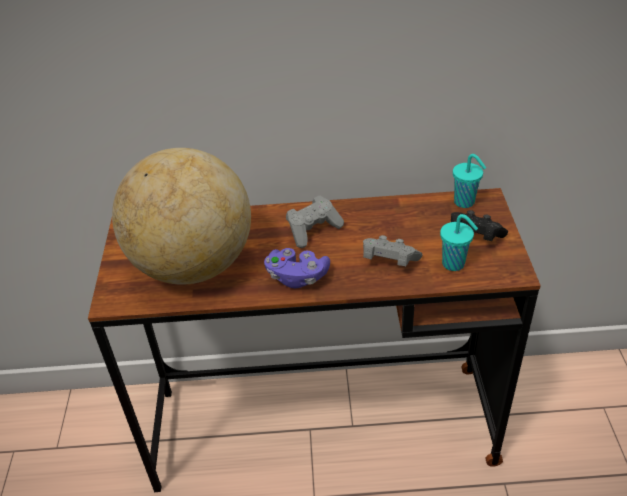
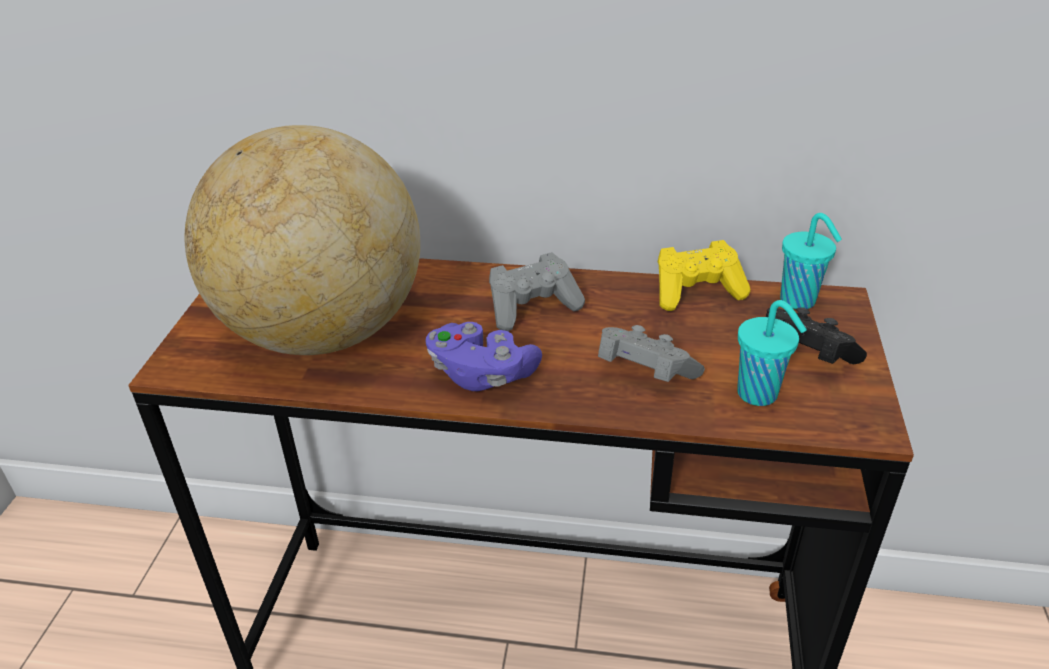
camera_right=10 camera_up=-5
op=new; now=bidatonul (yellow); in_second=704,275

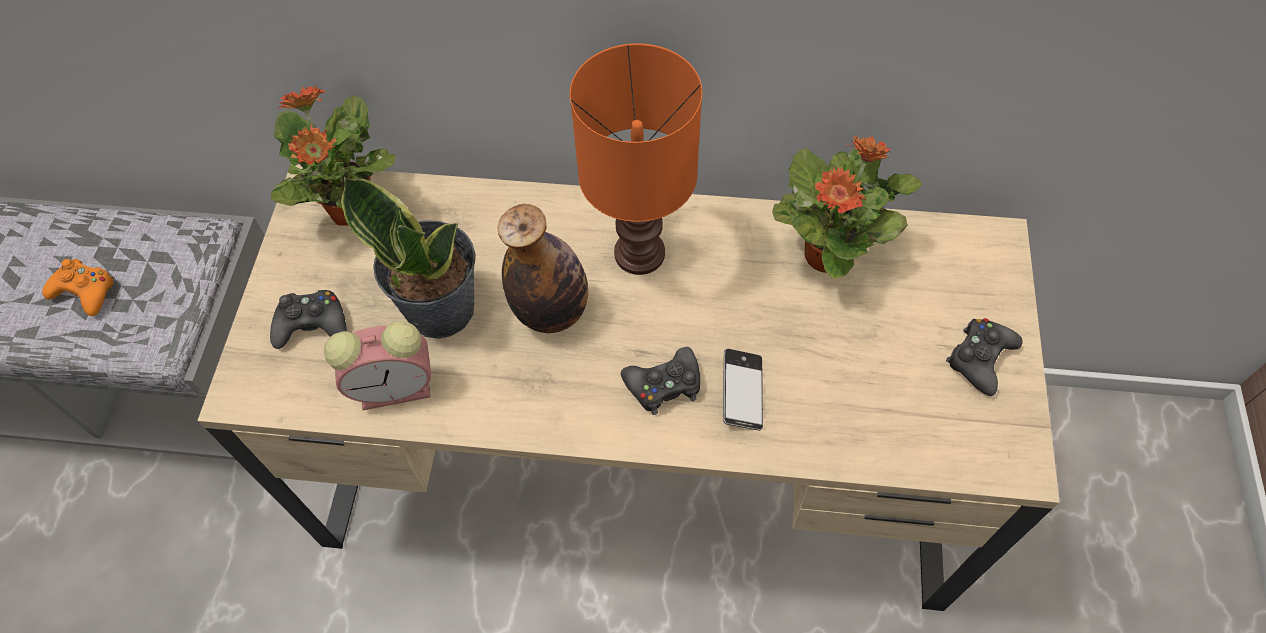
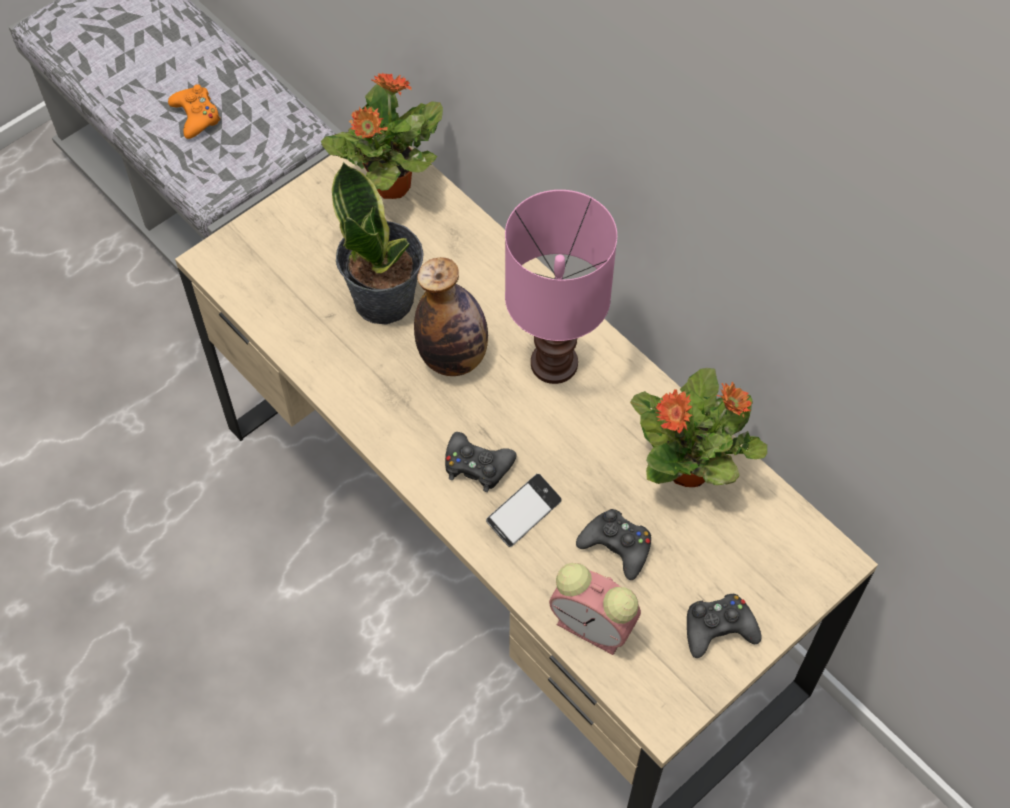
camera_right=40 camera_up=0
op=repainted; was=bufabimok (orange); now=bufabimok (pink); in_first=636,159; in_second=561,287
op=shifted; was=bidatonul (black); in_first=308,319; in_second=613,544
op=shifted; was=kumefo; in_first=377,365; in_second=595,609

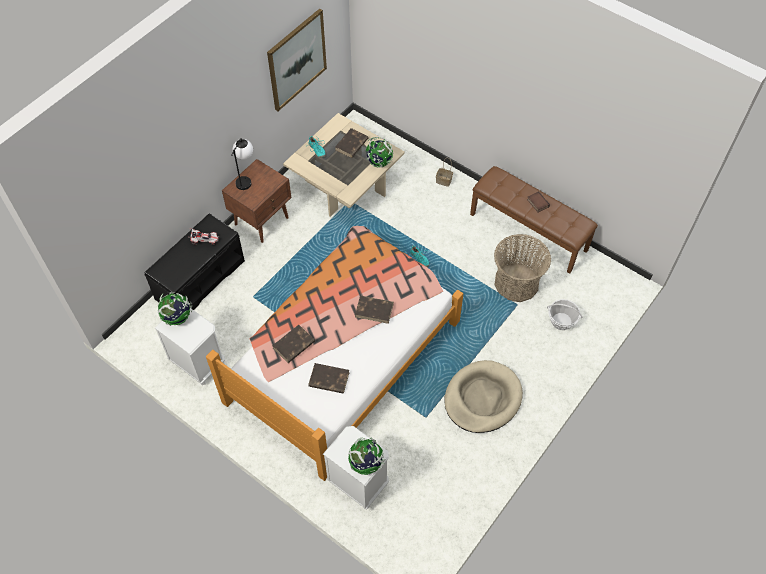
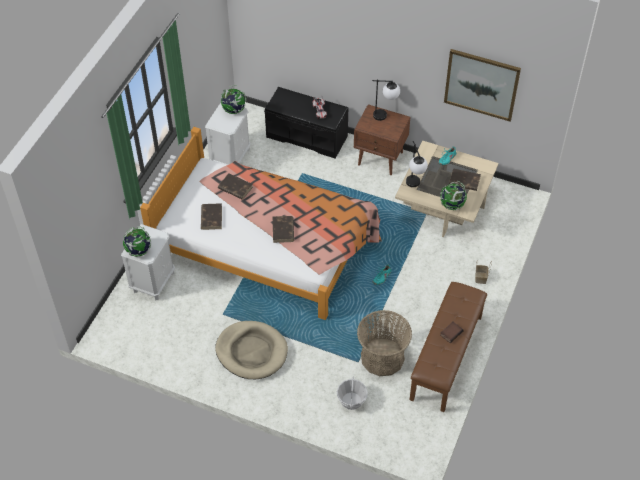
camera_right=75 camera_up=-5
op=new; now=bufabimok; in_second=417,164

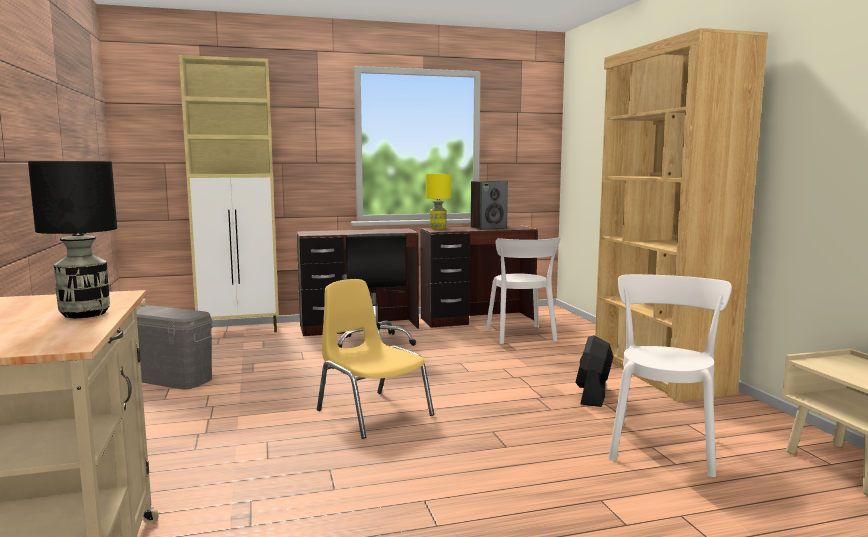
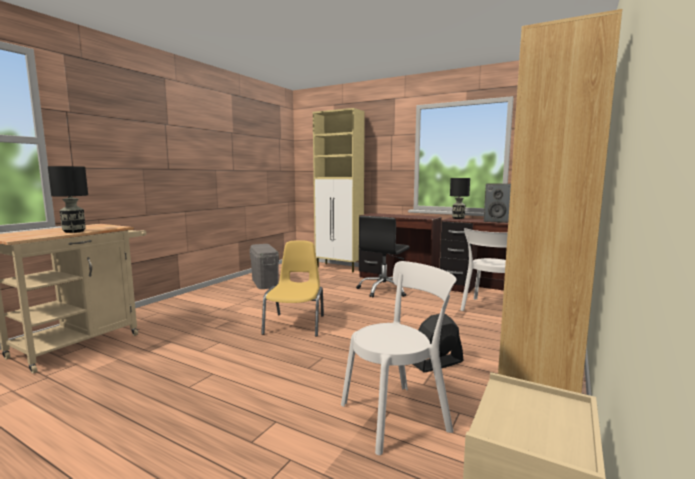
camera_right=45 camera_up=0
op=repainted; was=bufabimok (yellow); now=bufabimok (black); in_first=438,201; in_second=460,198

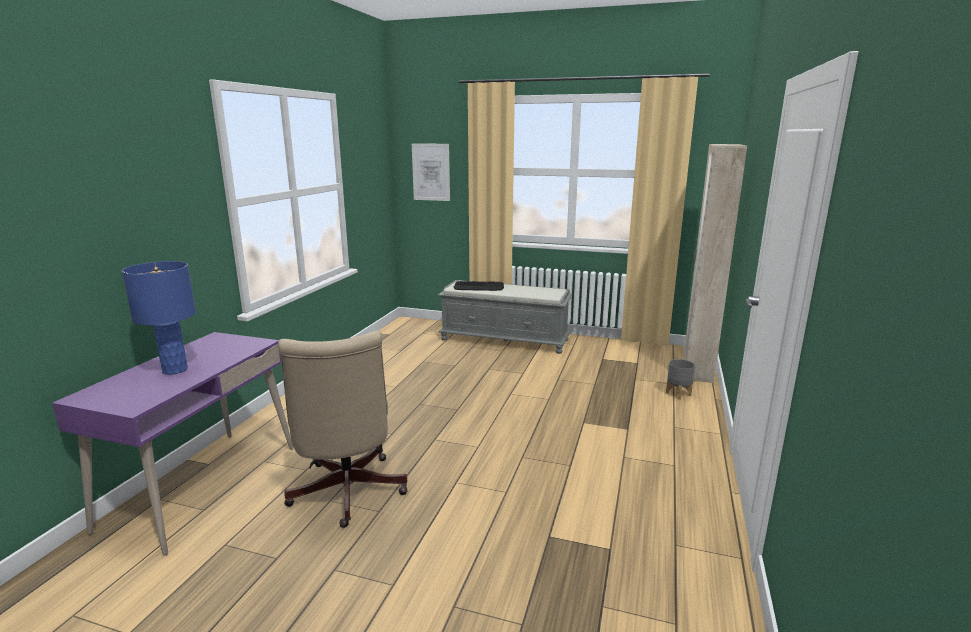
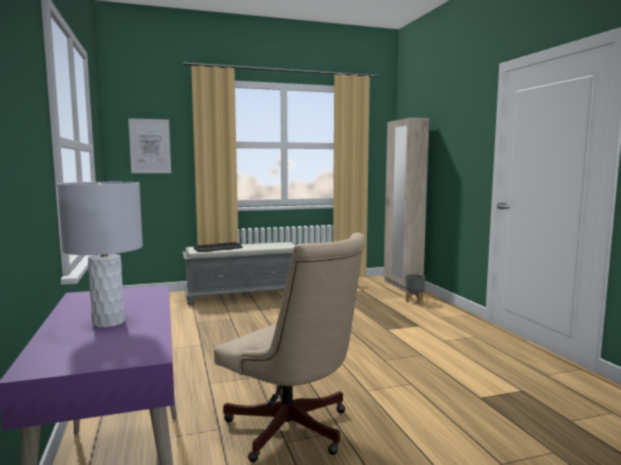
camera_right=-35 camera_up=-10
op=repainted; was=bufabimok (blue); now=bufabimok (grey); in_first=159,318; in_second=100,255

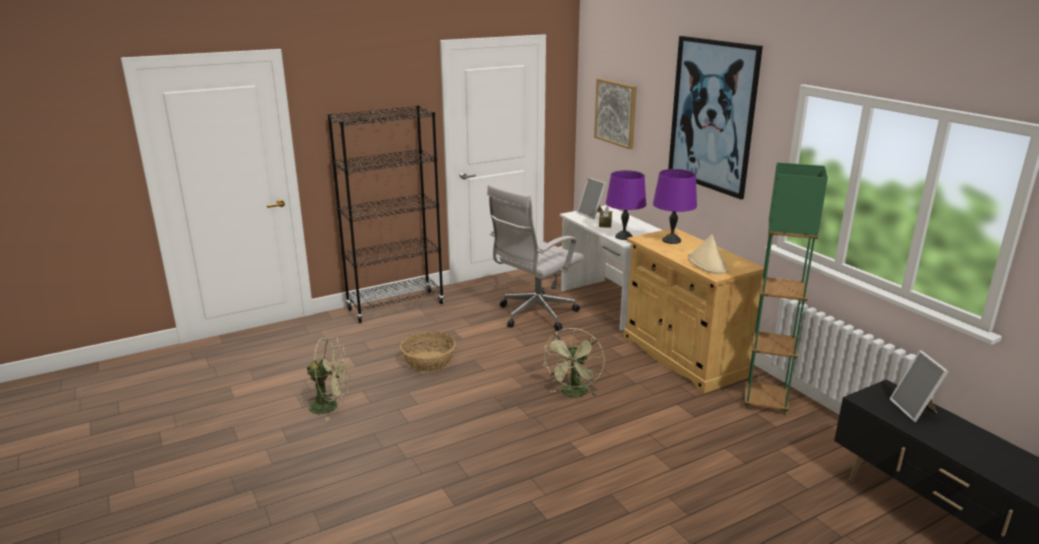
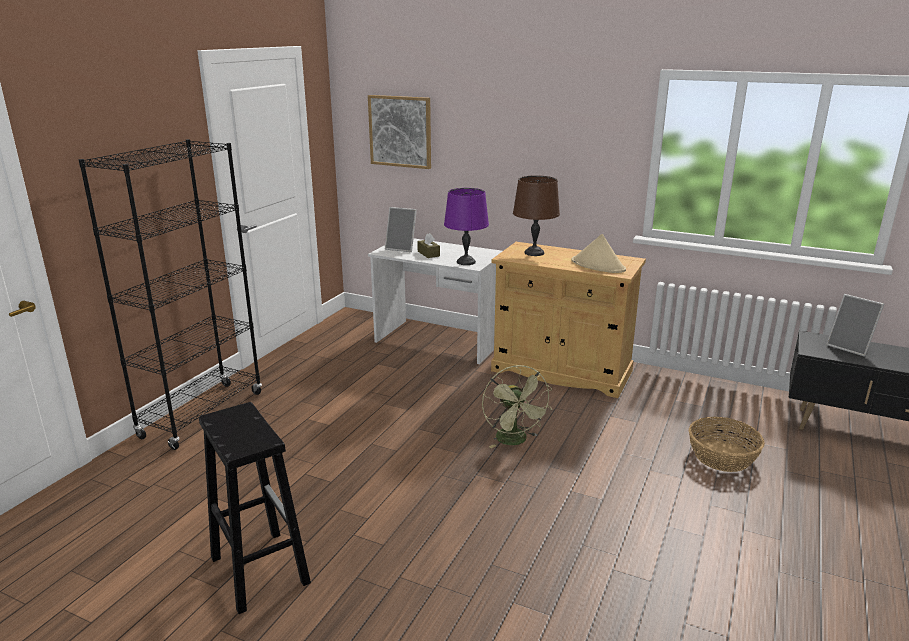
camera_right=-35 camera_up=0
op=gone; was=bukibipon; in_first=715,117
op=gone; was=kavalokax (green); in_first=786,288
op=repainted; was=bufabimok (purple); now=bufabimok (brown); in_first=675,206; in_second=536,215
op=gone; was=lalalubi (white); in_first=535,257
op=shifted; was=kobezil; in_first=428,352; in_second=726,444
op=swapped; was=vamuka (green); now=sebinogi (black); in_first=326,379; in_second=255,508

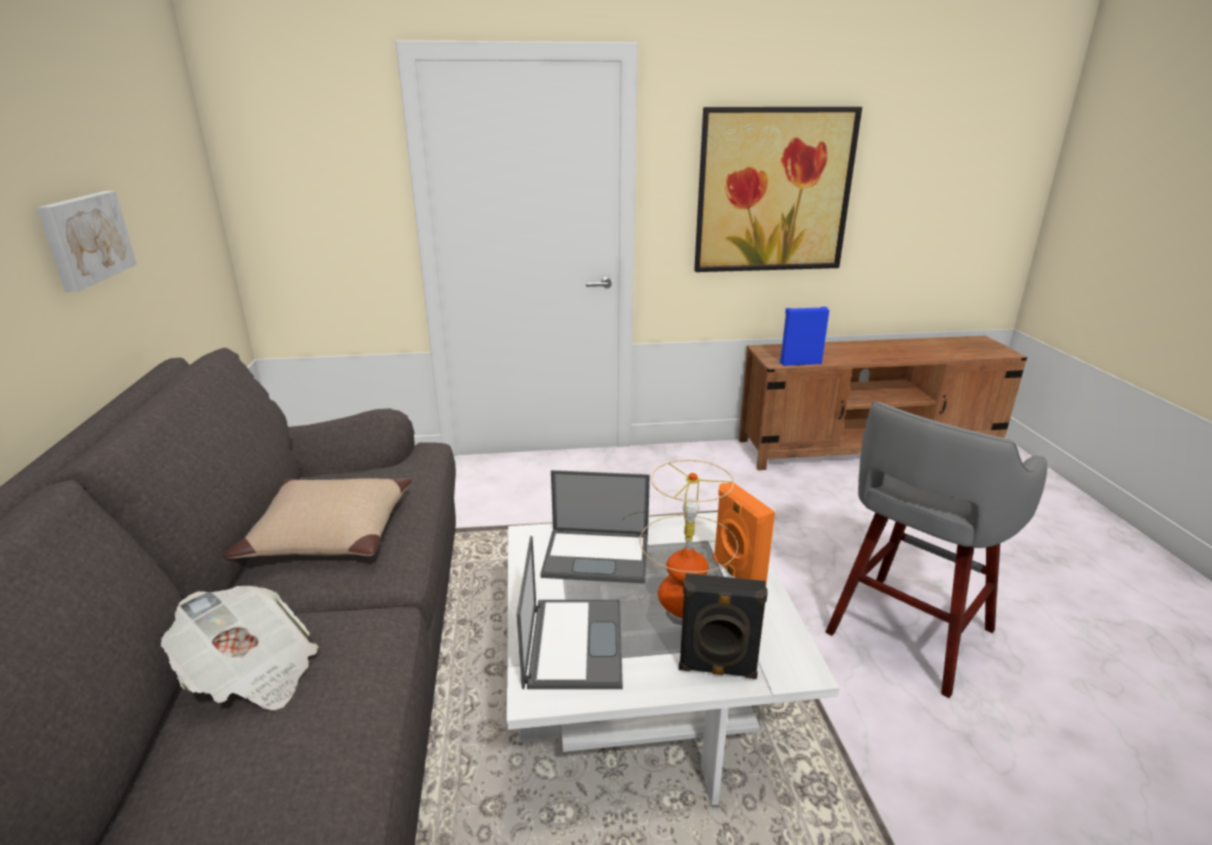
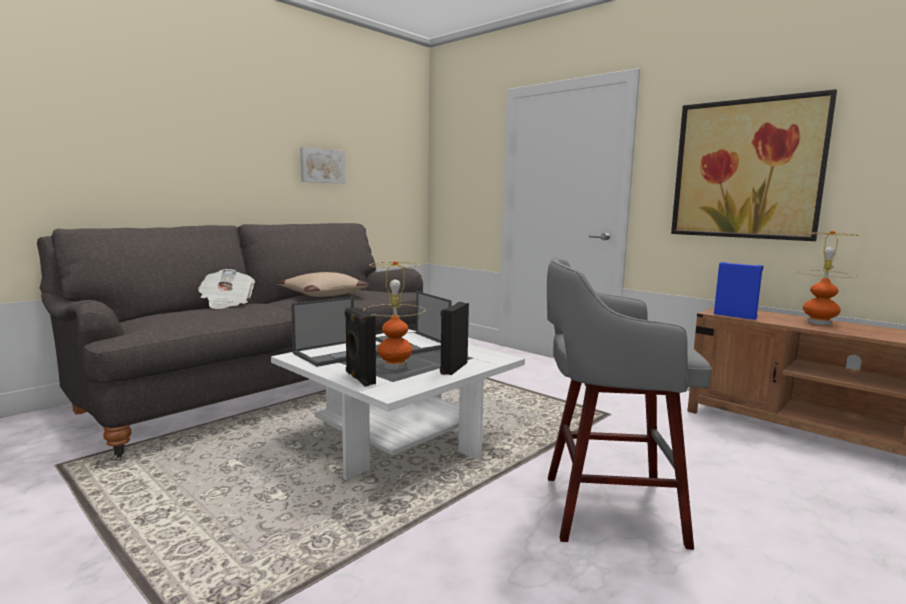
camera_right=50 camera_up=-15
op=repainted; was=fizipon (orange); now=fizipon (black); in_first=744,532; in_second=454,338
op=new; now=bufabimok; in_second=827,277

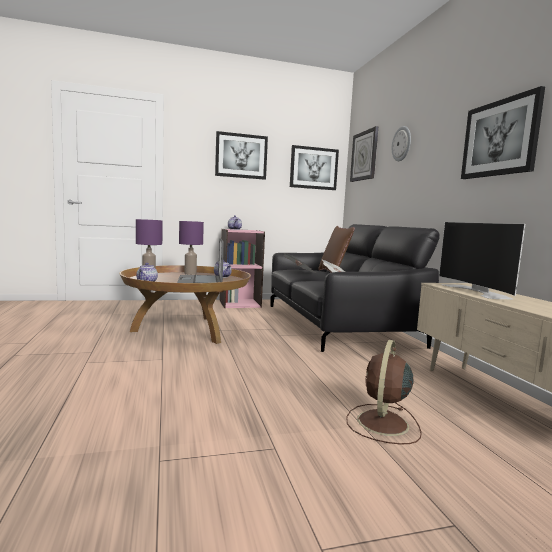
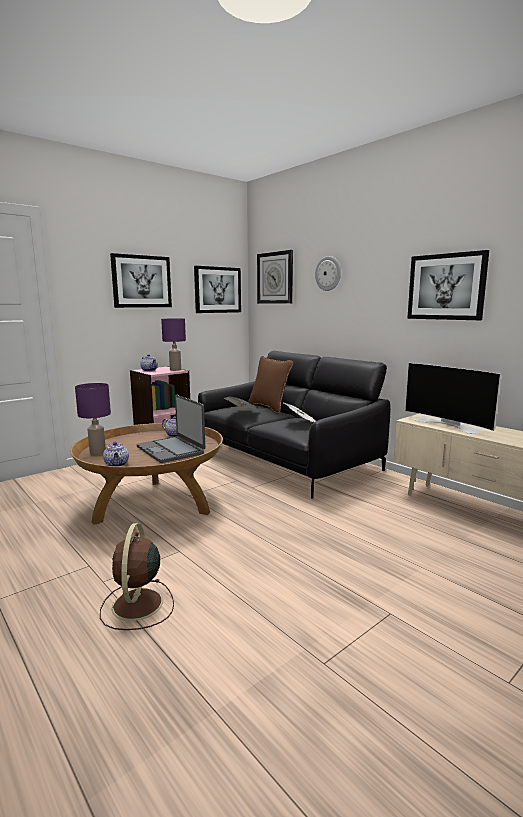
camera_right=-25 camera_up=5
op=shifted; was=bufabimok (purple); in_first=191,248; in_second=173,344
op=shifted; was=vamuka (brown); in_first=384,392; in_second=137,576

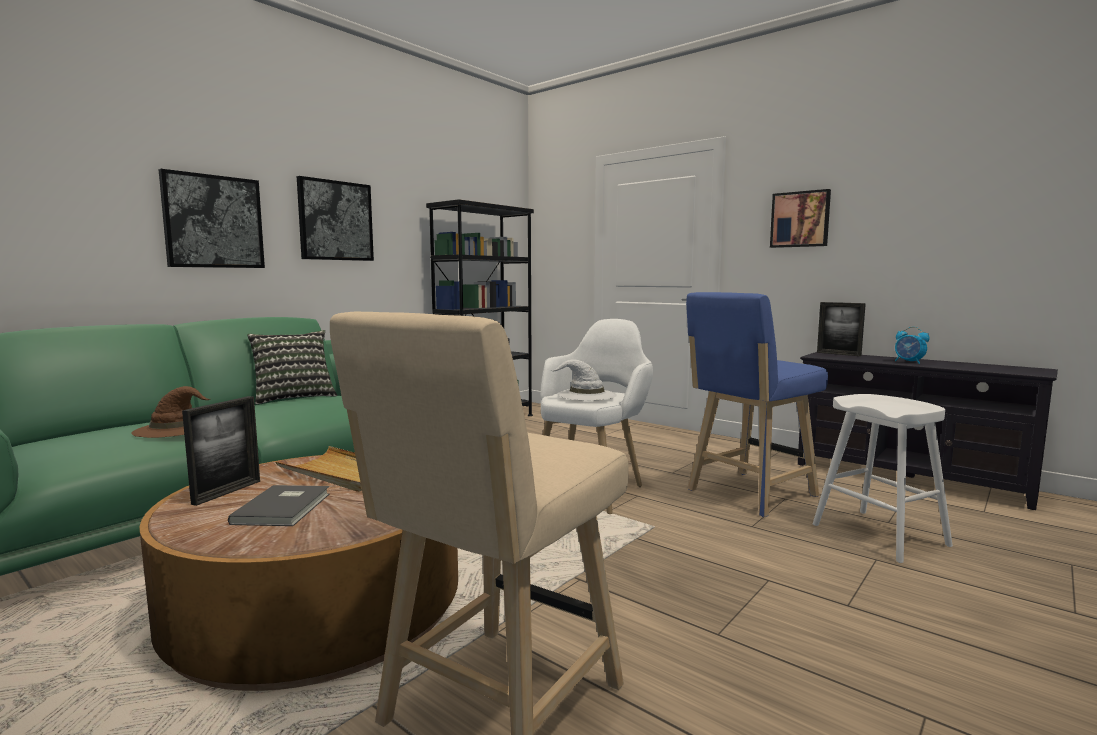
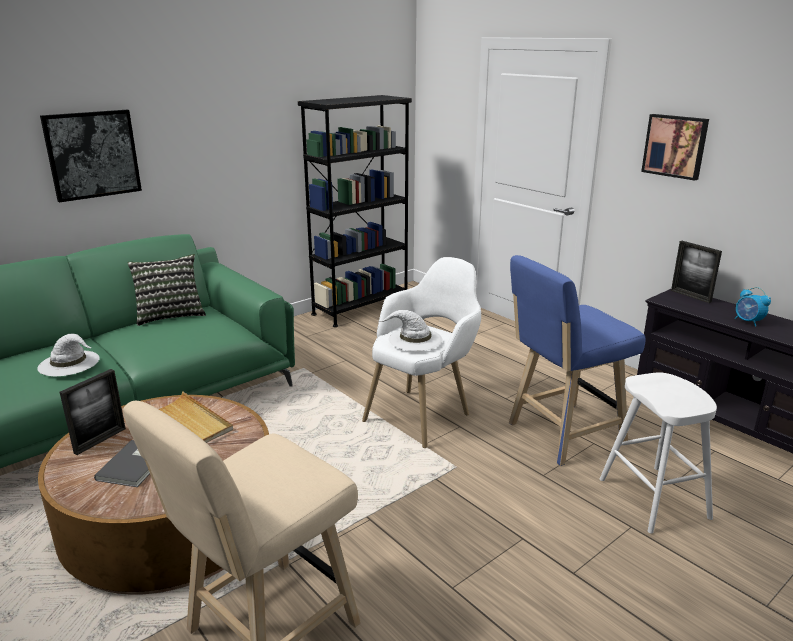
camera_right=10 camera_up=15
op=gone; was=bukibipon; in_first=335,218
op=repainted; was=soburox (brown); now=soburox (white); in_first=171,412; in_second=69,355

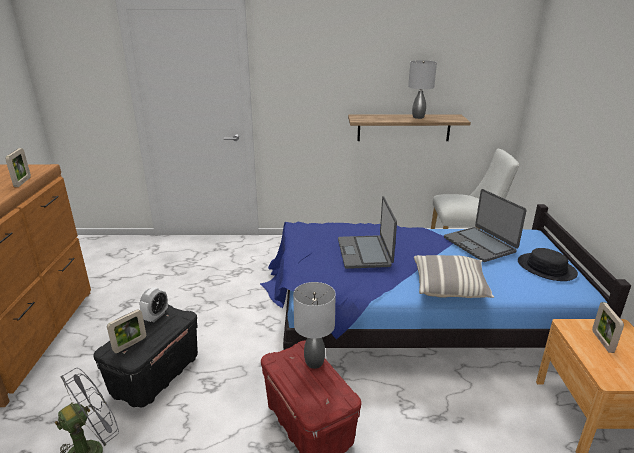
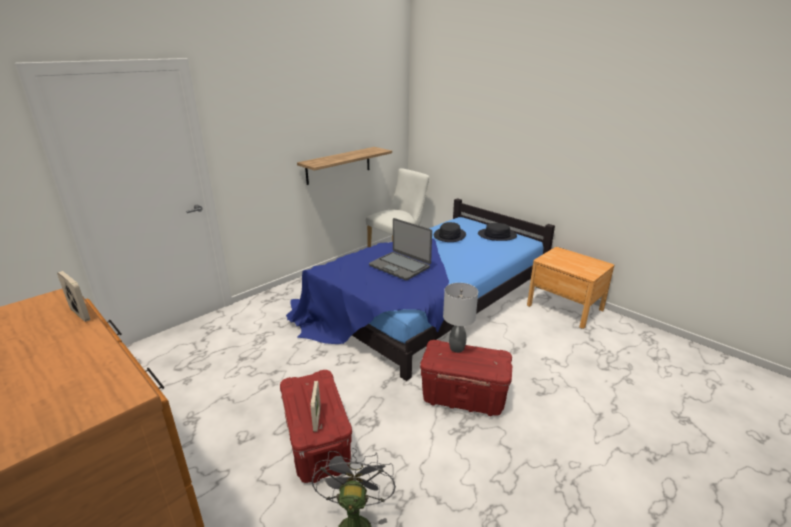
camera_right=-45 camera_up=0
op=gone; was=bufabimok (grey); in_first=422,89
op=swapped; was=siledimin; now=soburox (black); in_first=485,225; in_second=450,232
op=gone; was=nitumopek; in_first=454,276
op=gone; was=kumefo; in_first=154,304
op=gone; was=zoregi; in_first=608,327
op=repainted; was=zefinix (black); now=zefinix (red); in_first=145,355; in_second=316,426

